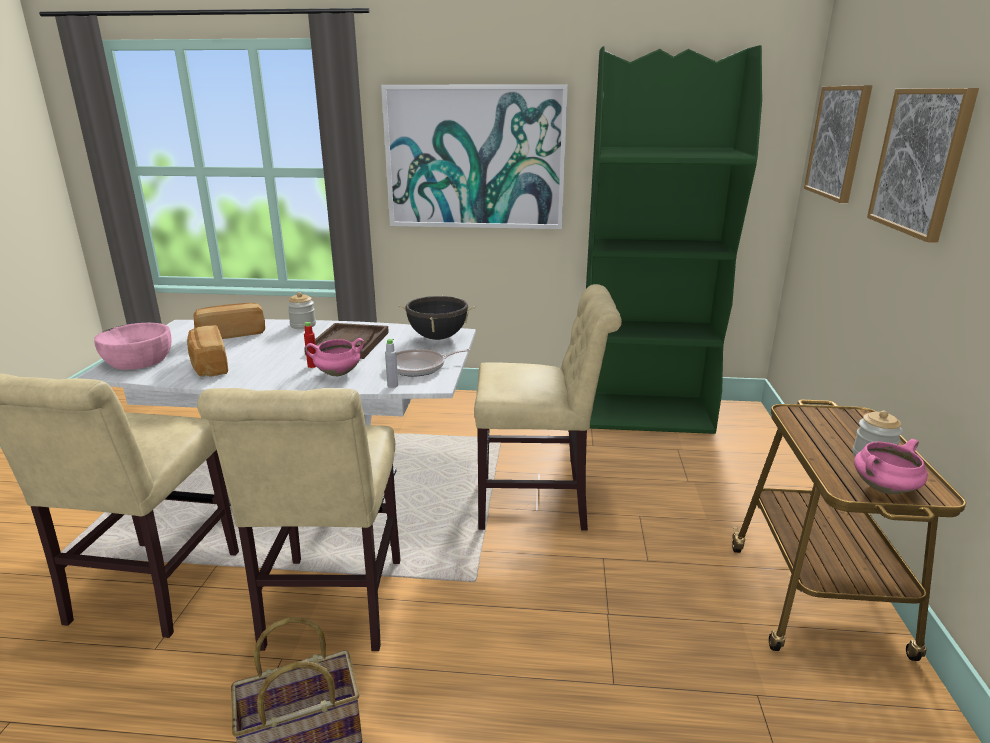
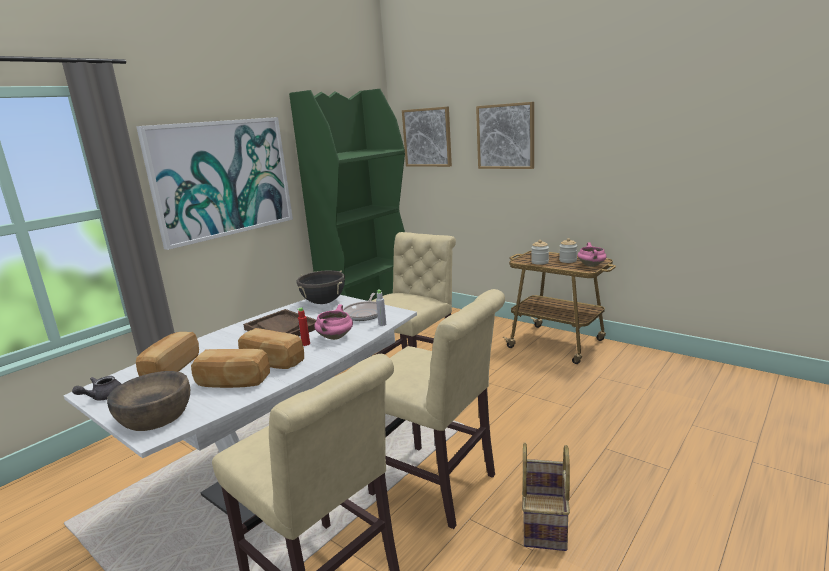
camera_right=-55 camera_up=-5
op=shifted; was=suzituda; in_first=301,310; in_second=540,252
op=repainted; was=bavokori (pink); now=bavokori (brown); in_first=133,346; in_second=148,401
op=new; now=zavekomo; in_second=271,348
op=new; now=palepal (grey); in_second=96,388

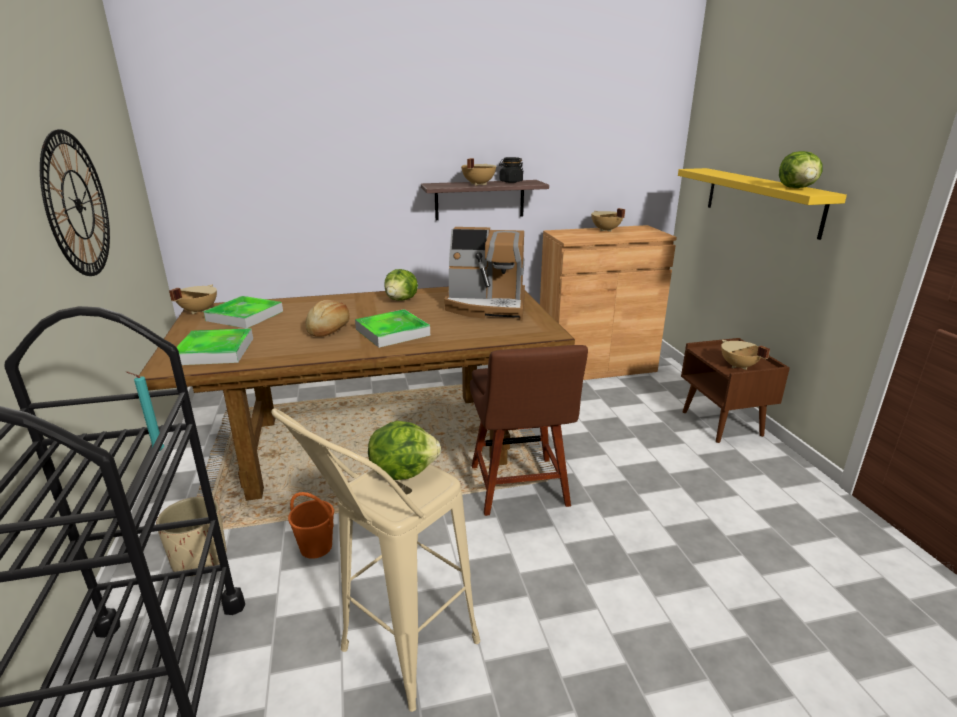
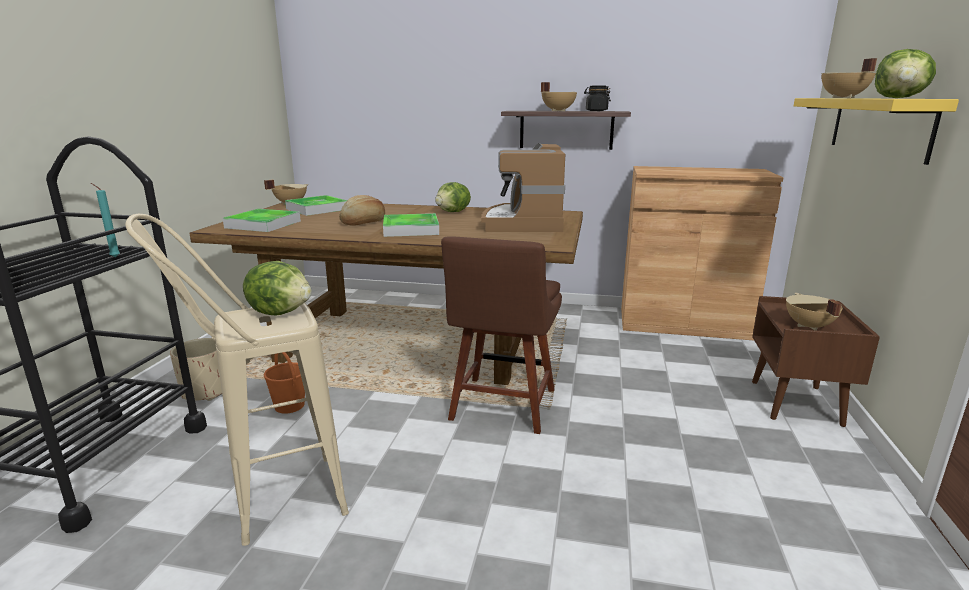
camera_right=25 camera_up=-5
op=gone; was=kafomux; in_first=75,202
op=shifted; was=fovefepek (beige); in_first=608,220; in_second=849,78
op=rotated; was=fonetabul; in_first=484,274; in_second=523,187; clockwise=60

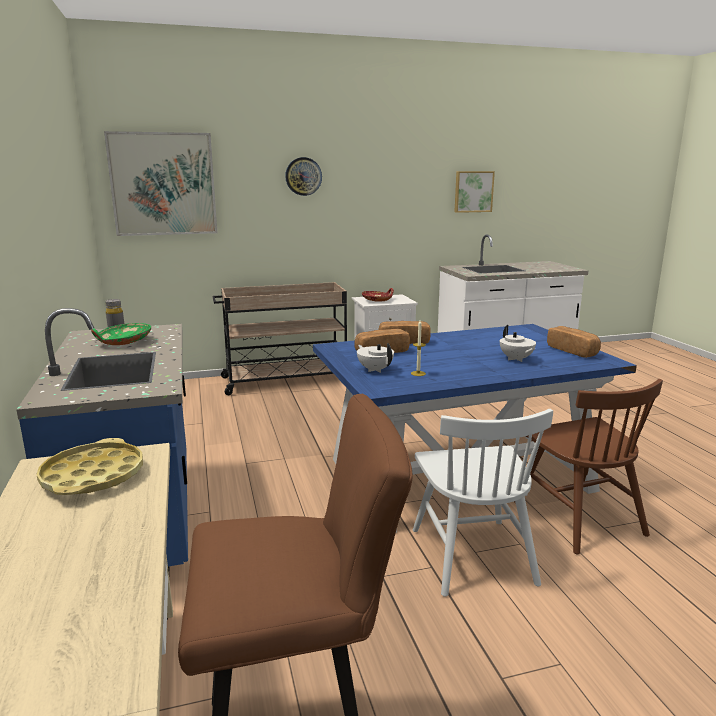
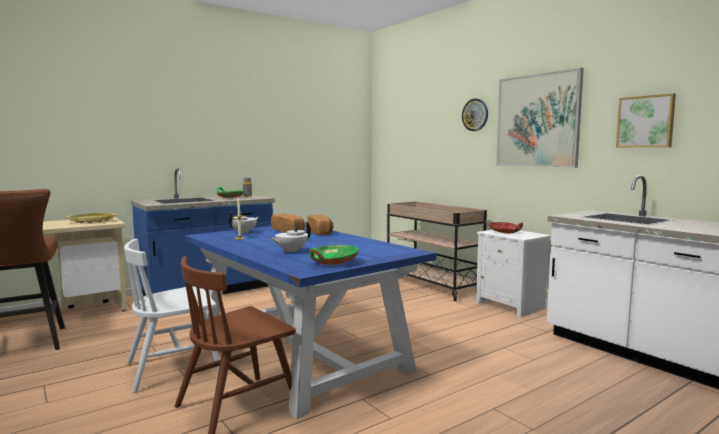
camera_right=70 camera_up=-10
op=shifted; was=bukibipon; in_first=160,183; in_second=540,118
op=swapped; was=zavekomo; now=bavokori (green); in_first=574,342; in_second=334,255

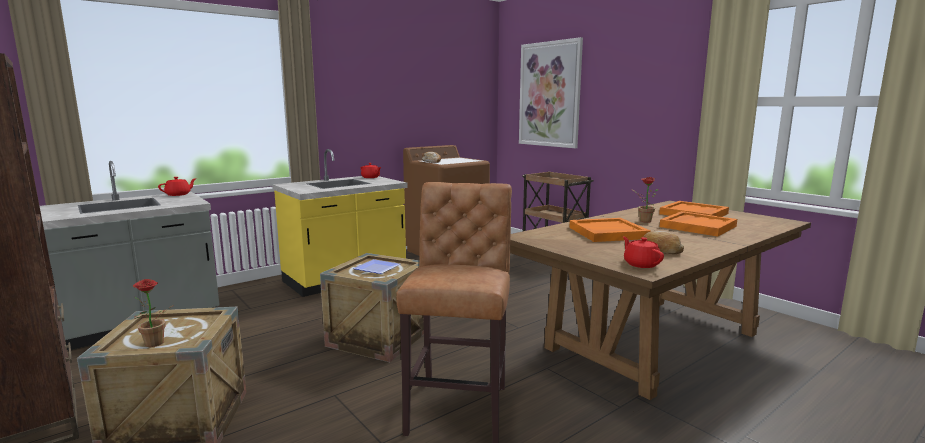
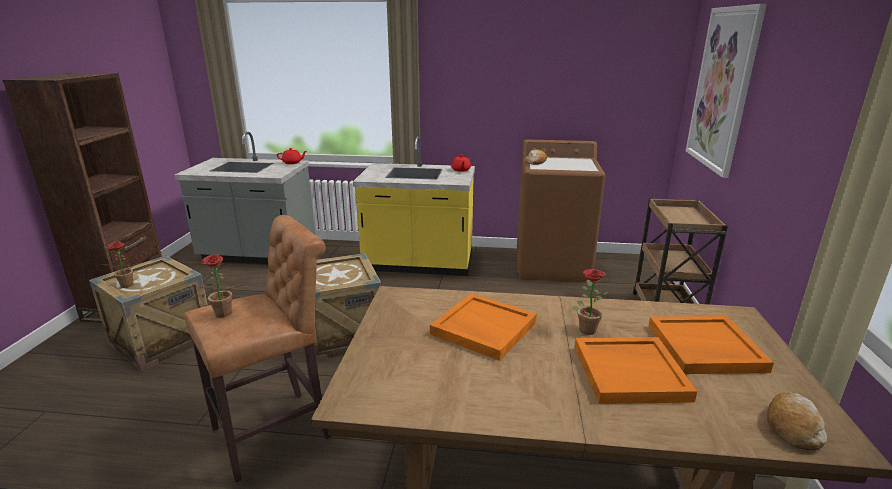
camera_right=45 camera_up=10
op=shifted; was=zavekomo; in_first=663,242; in_second=797,421
op=gone; was=palepal (red); in_first=643,252
op=gone; was=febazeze; in_first=376,266
op=new; now=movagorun; in_second=220,285

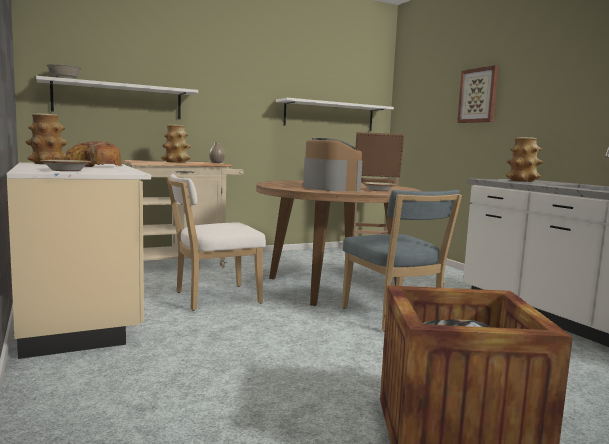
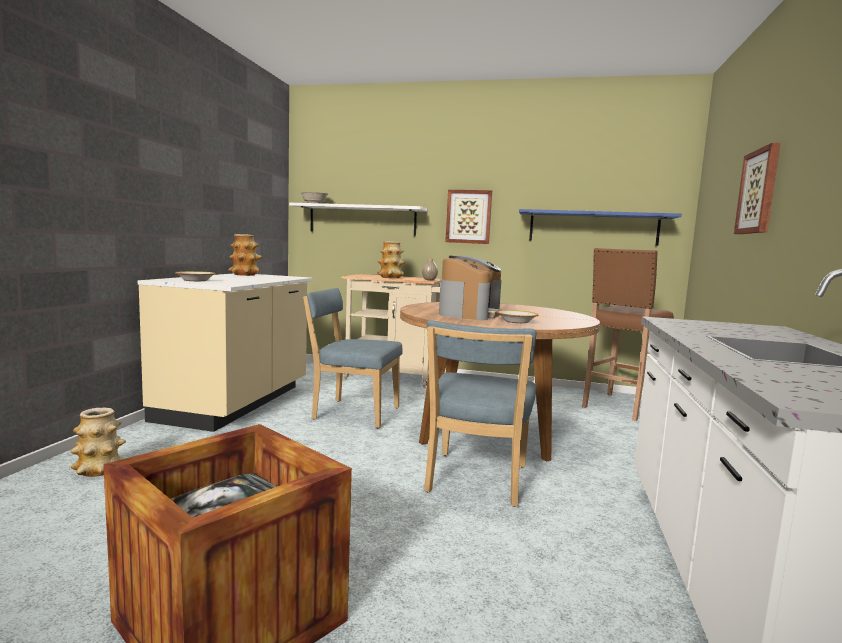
camera_right=40 camera_up=0
op=repainted; was=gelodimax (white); now=gelodimax (blue); in_first=335,114; in_second=600,227
op=shifted; was=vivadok; in_first=524,159; in_second=98,442
op=gone; was=zavekomo; in_first=93,154
op=repainted; was=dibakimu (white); now=dibakimu (blue); in_first=216,242; in_second=353,358
op=new; now=bukibipon; in_second=468,217

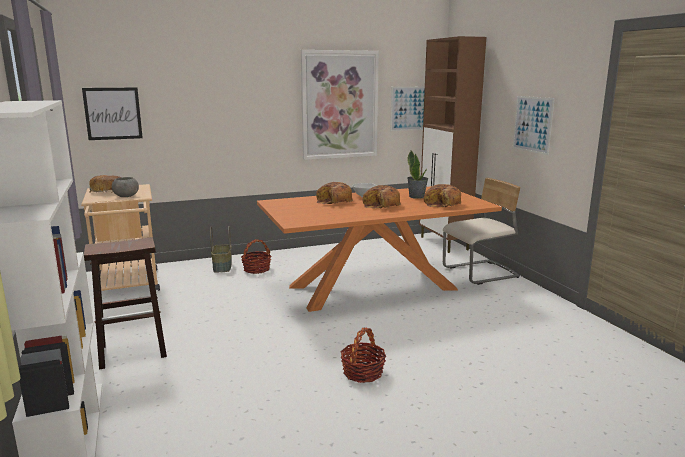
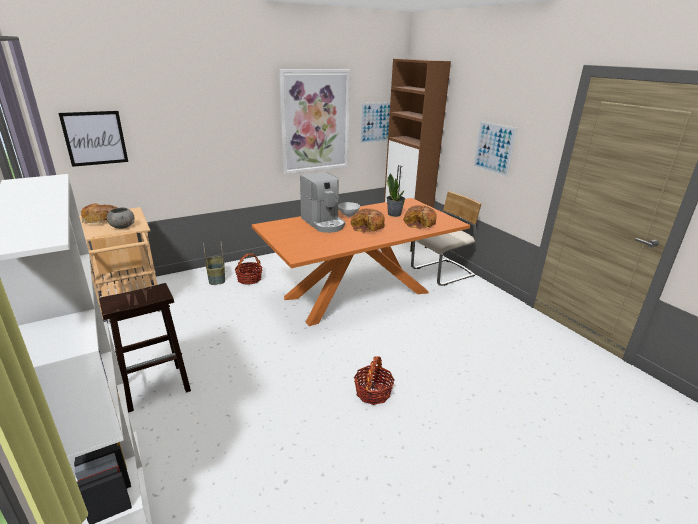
camera_right=-10 camera_up=10
op=swapped; was=zavekomo; now=fonetabul; in_first=334,193; in_second=322,202

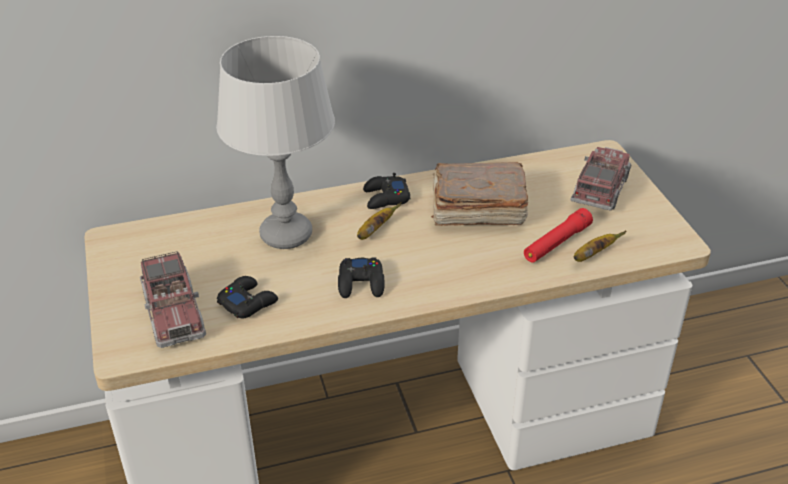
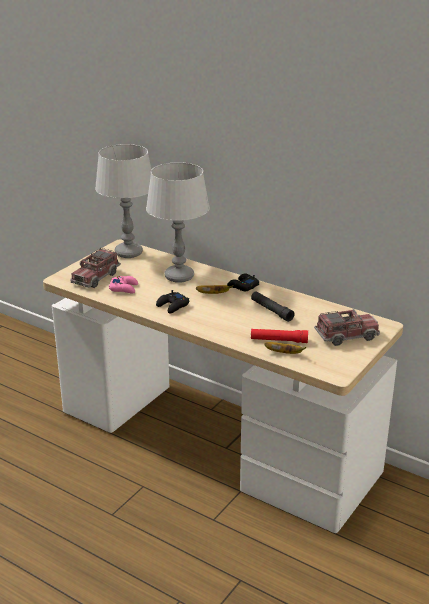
camera_right=50 camera_up=-10
op=swapped; was=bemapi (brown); now=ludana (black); in_first=479,194; in_second=272,306
op=repainted; was=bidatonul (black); now=bidatonul (pink); in_first=247,297; in_second=123,285
op=new; now=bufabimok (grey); in_second=123,201

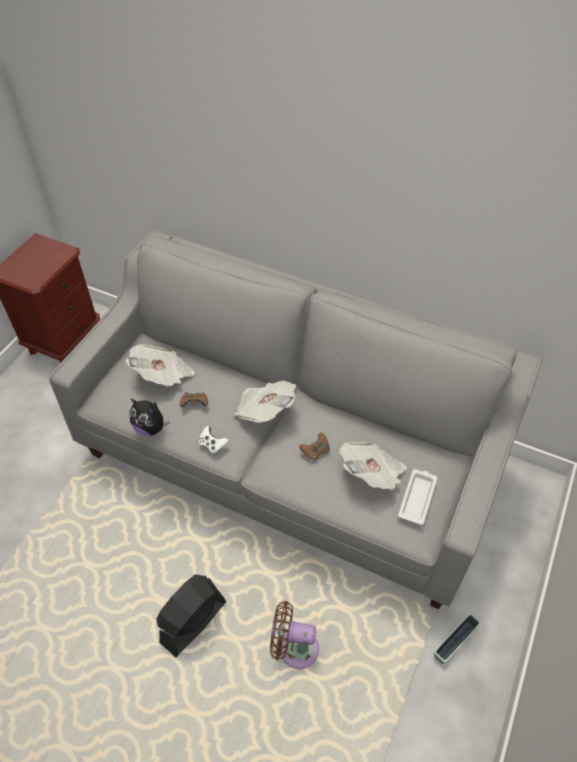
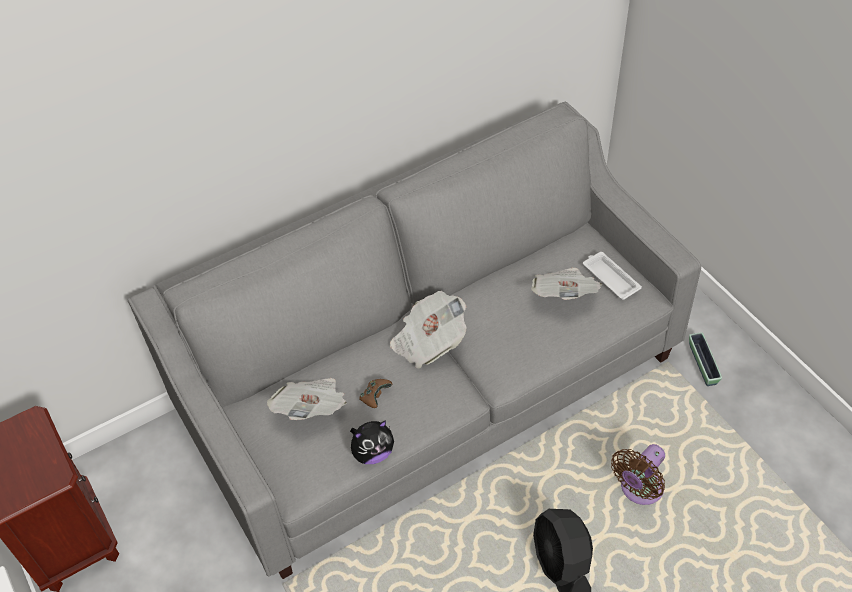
camera_right=-55 camera_up=0
op=gone; was=bidatonul (white); in_first=214,439
op=gone; was=bidatonul (brown); in_first=314,446

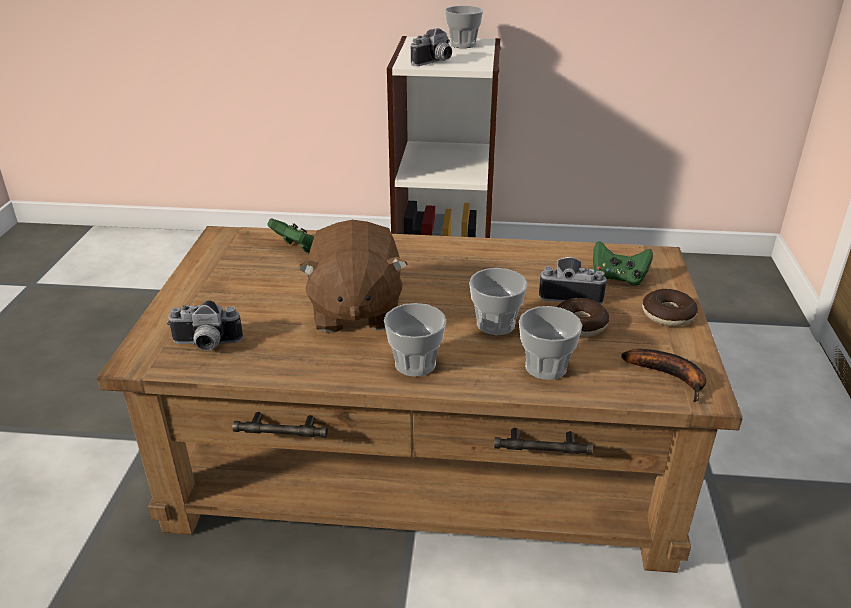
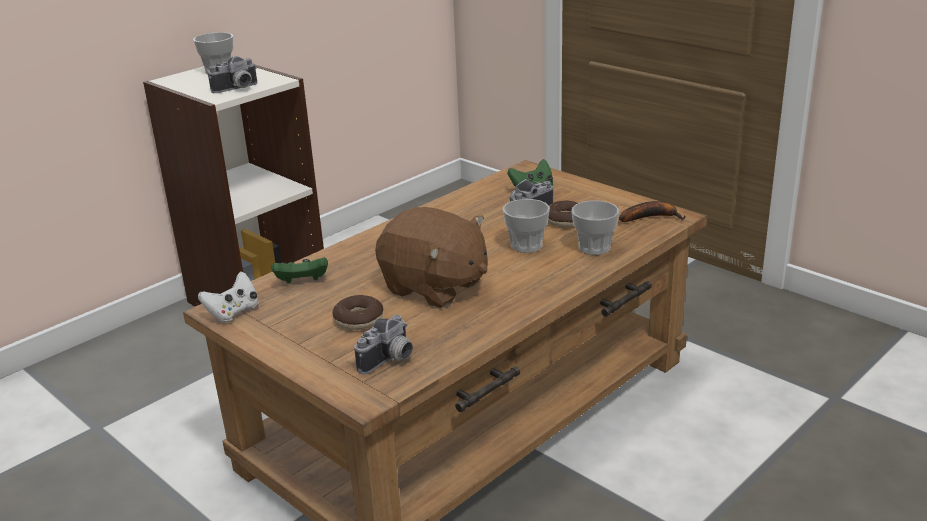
camera_right=-50 camera_up=-5
op=rotated; was=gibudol; in_first=431,47; in_second=232,74; clockwise=60
op=shifted; was=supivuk; in_first=670,307; in_second=358,312
op=gone; was=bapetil; in_first=415,340
op=new; now=bidatonul (white); in_second=228,297

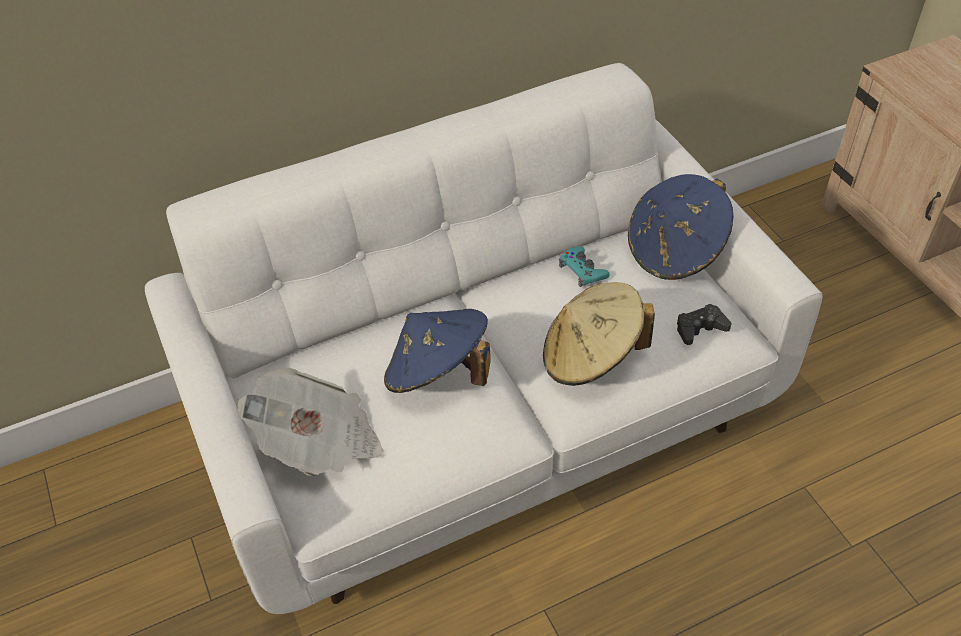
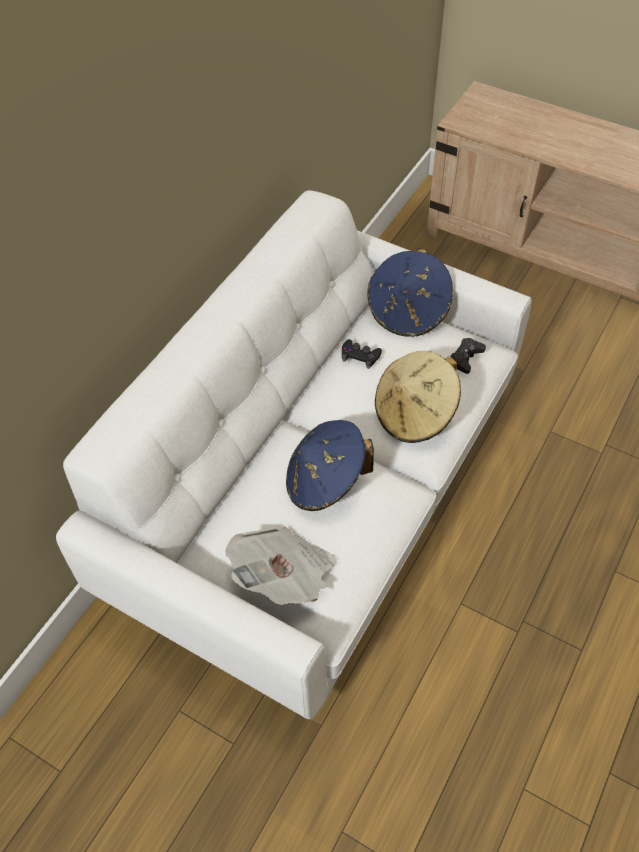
camera_right=-35 camera_up=5
op=repainted; was=bidatonul (turquoise); now=bidatonul (black); in_first=584,267; in_second=362,354

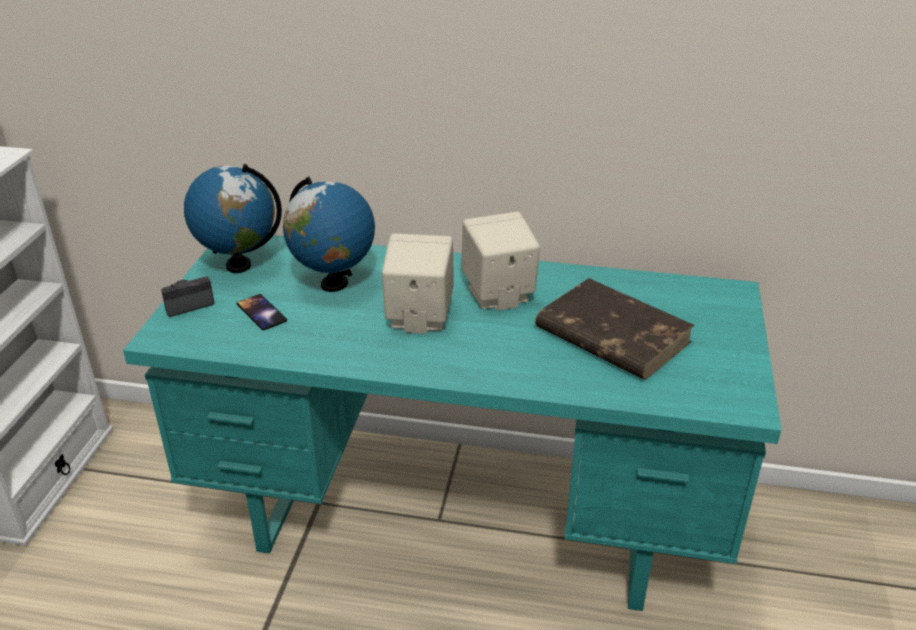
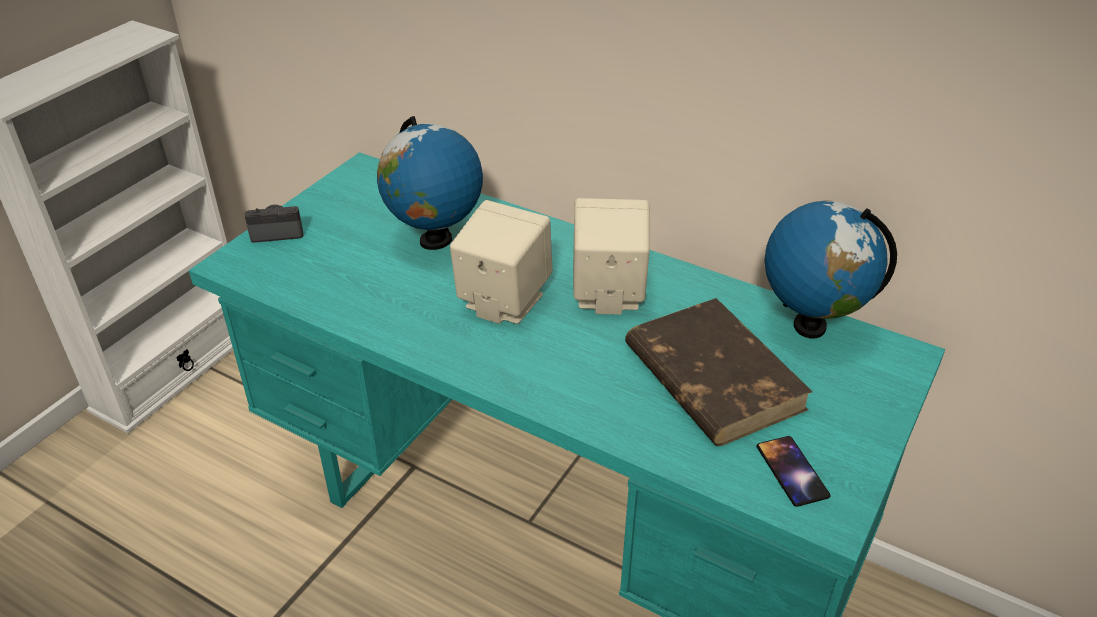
camera_right=20 camera_up=5
op=shifted; was=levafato; in_first=233,218; in_second=831,269
op=shifted; was=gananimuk; in_first=262,312; in_second=794,471

